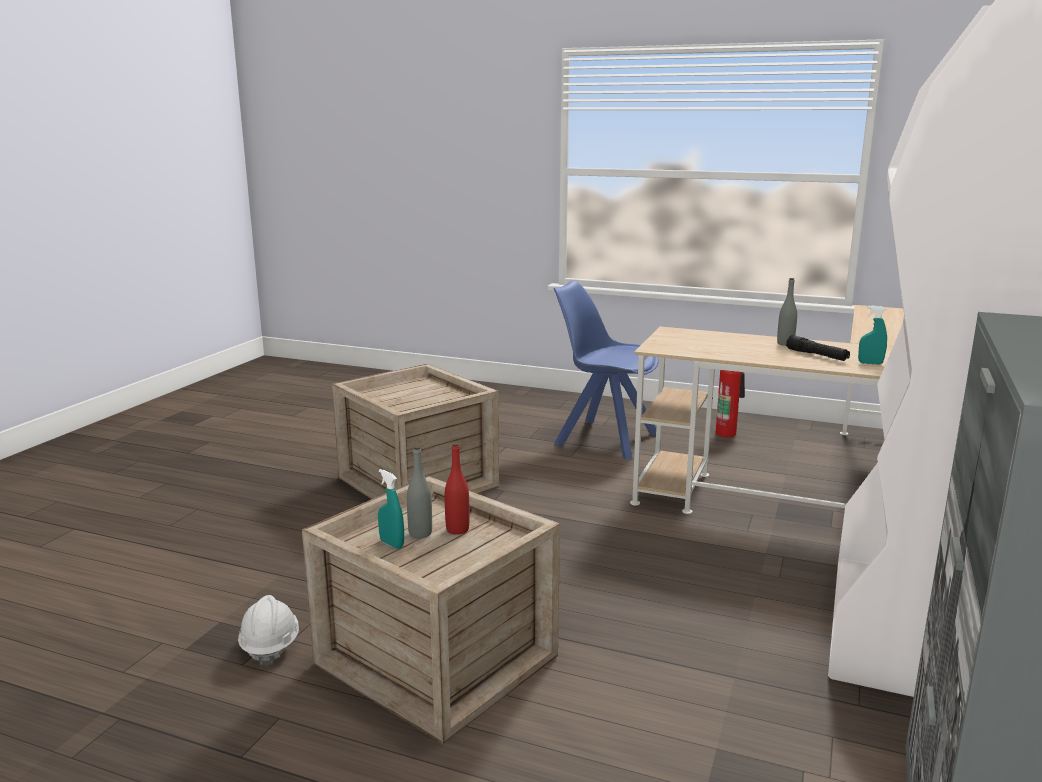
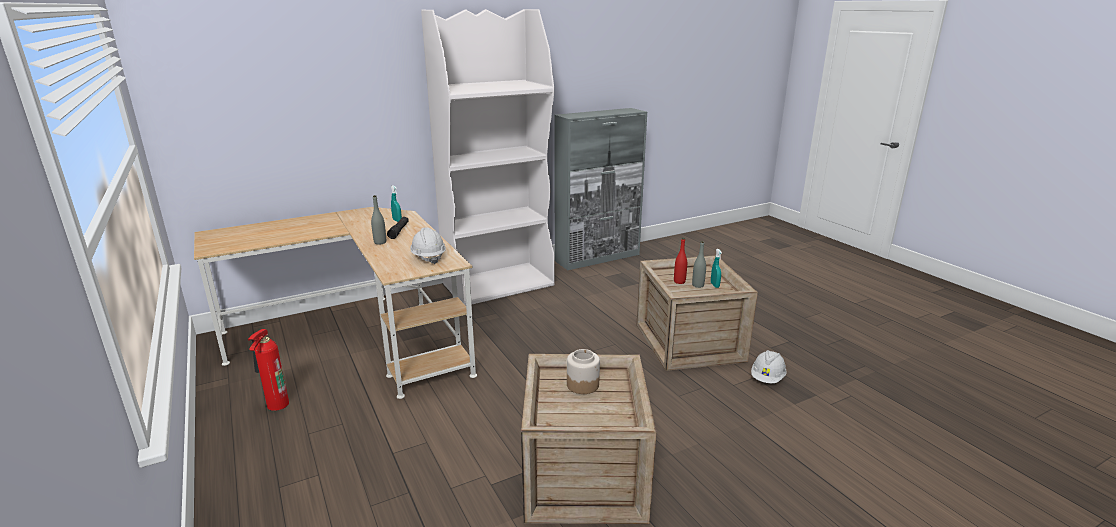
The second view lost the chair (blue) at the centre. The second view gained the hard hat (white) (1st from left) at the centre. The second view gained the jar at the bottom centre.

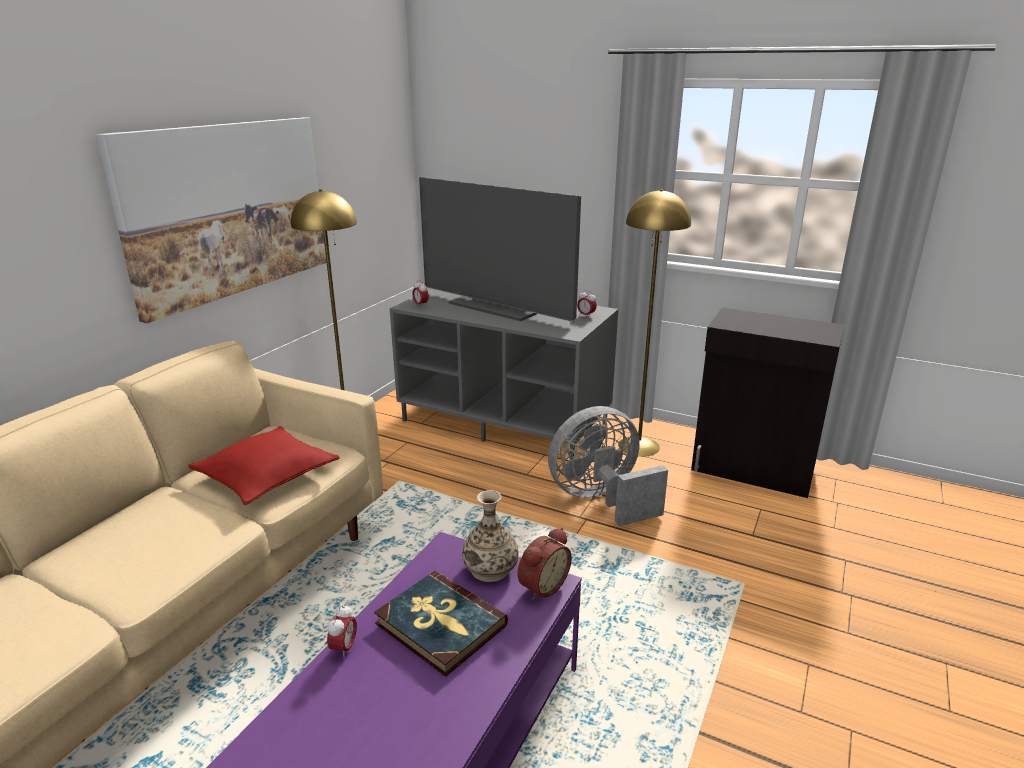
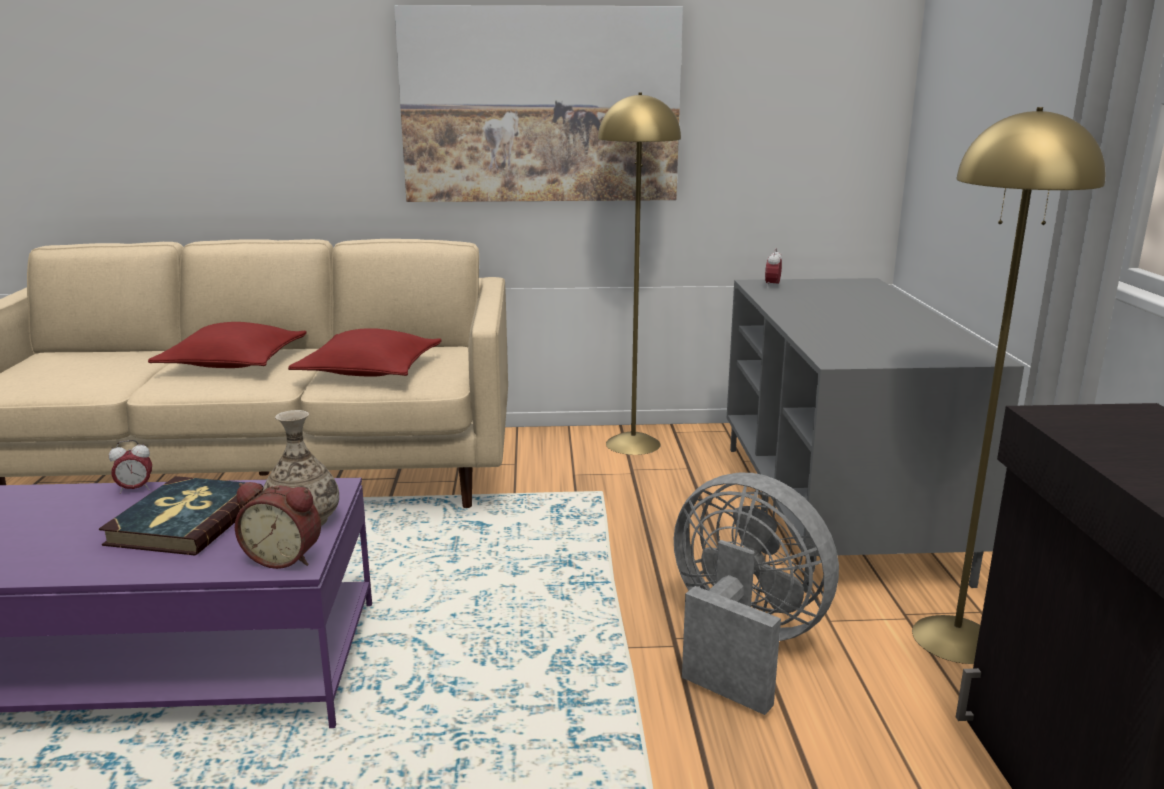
The second view lost the television at the top centre. The second view lost the alarm clock (4th from left) at the centre. The second view gained the pillow (red) (1st from left) at the middle left.

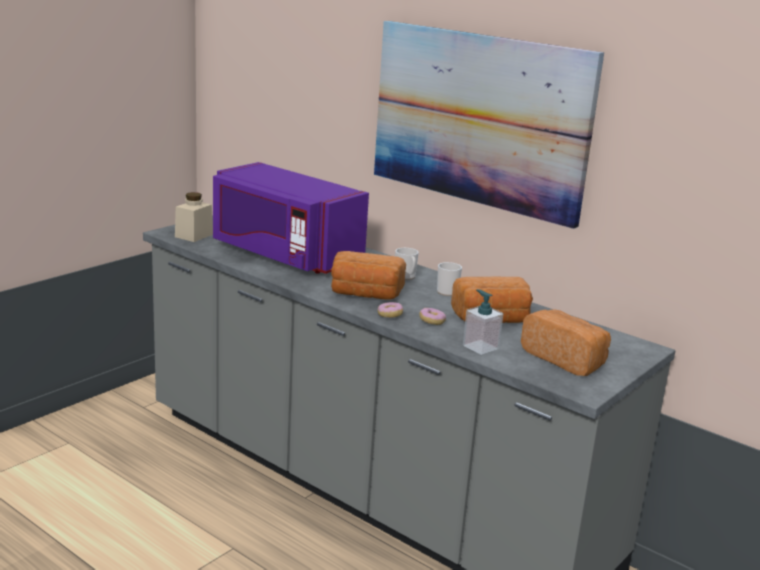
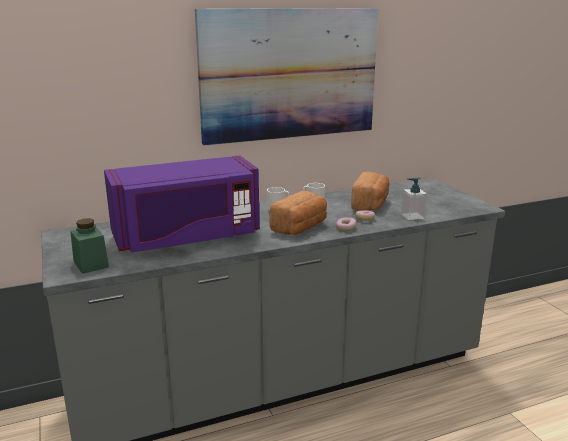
What was the jar (beige) at the middle left turned into the jar (green) at the middle left. The second view lost the bread (3rd from left) at the middle right.

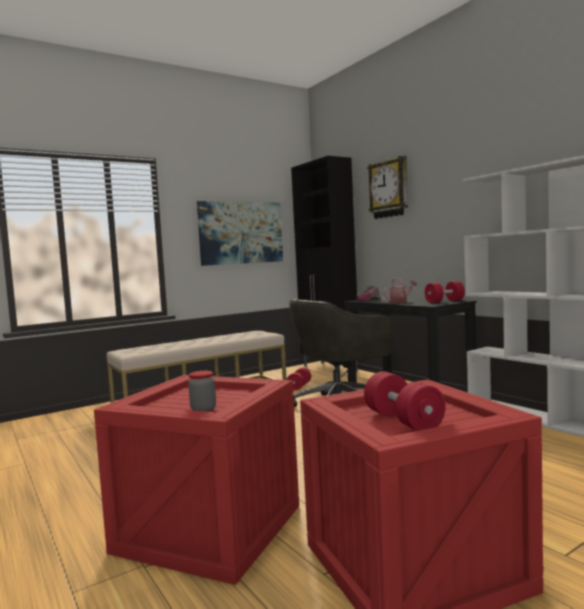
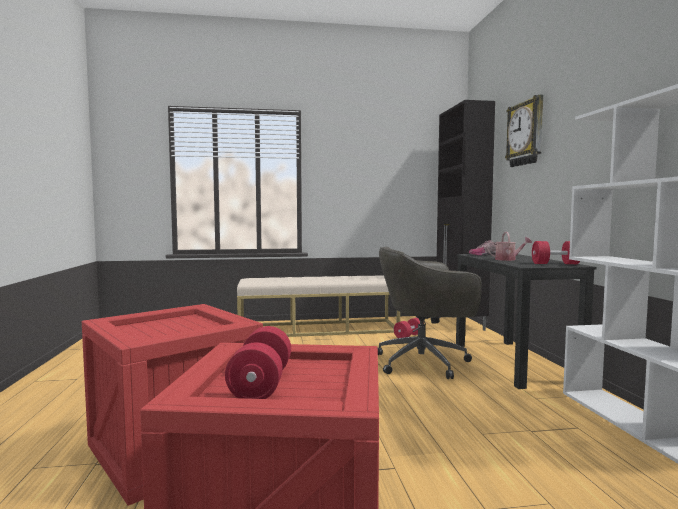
The second view lost the jar at the centre. The second view lost the picture at the centre.

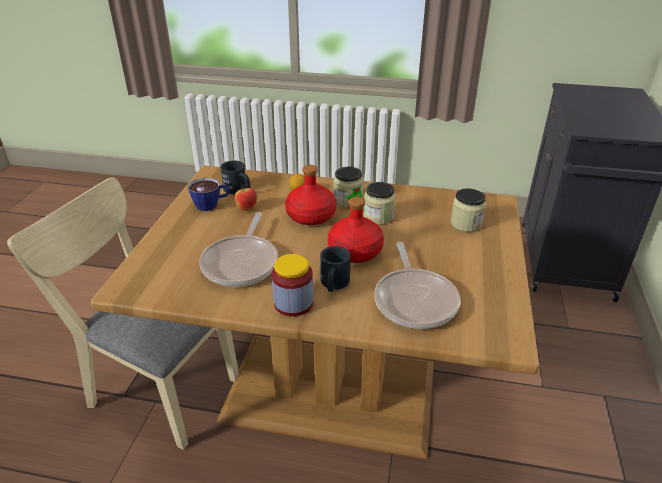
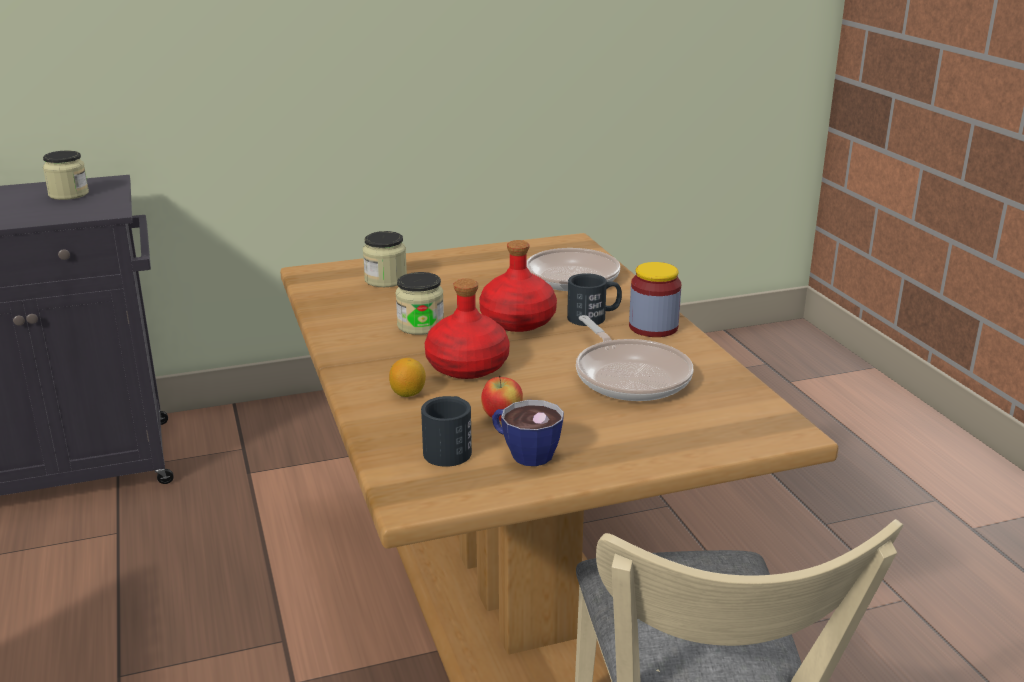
The frying pan (1st from left in the first image) at the centre ended up facing another way, 90 degrees clockwise from before. The jar (2nd from left in the first image) ended up elsewhere, having gone from the centre to the top left.

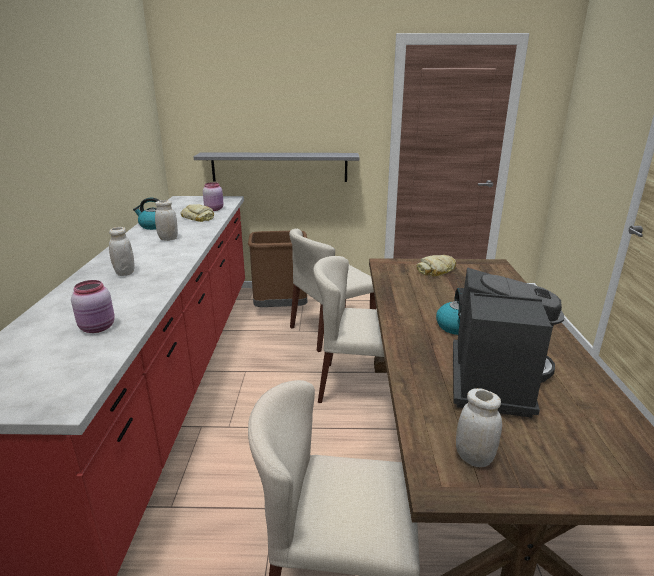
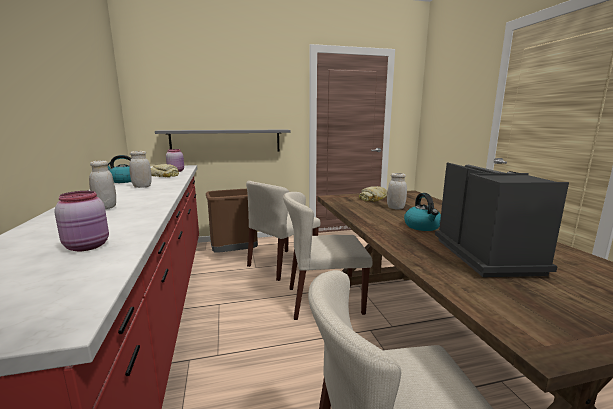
The jar (white) (3rd from left) ended up elsewhere, having gone from the bottom right to the centre.

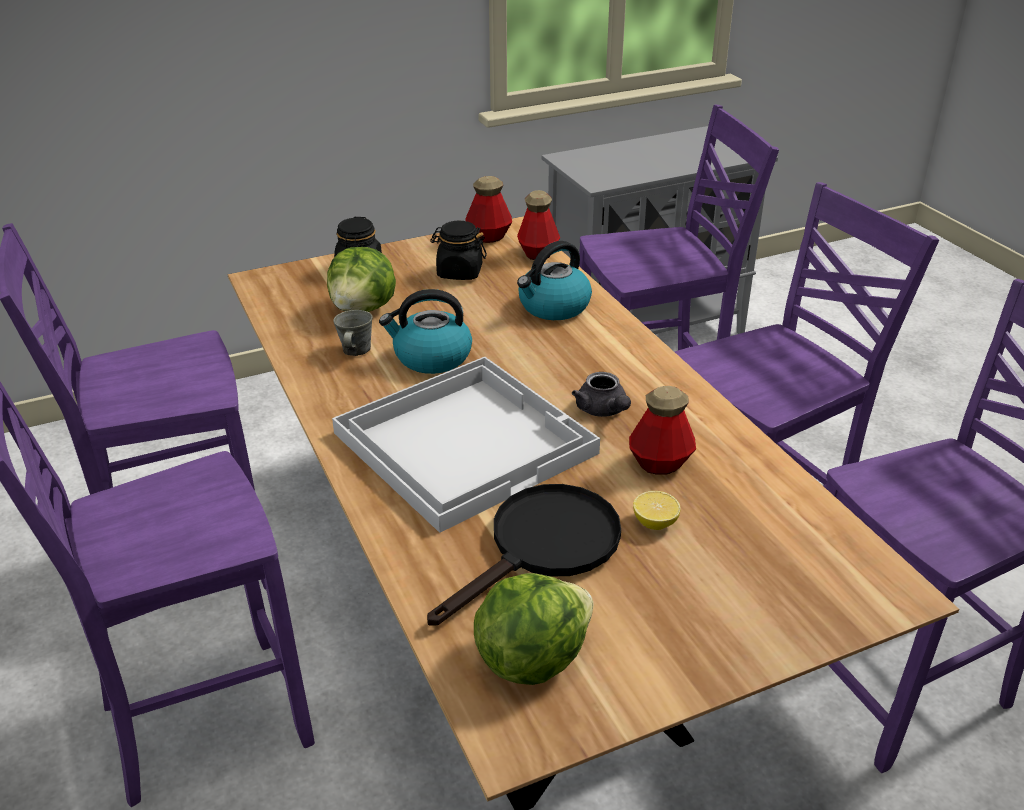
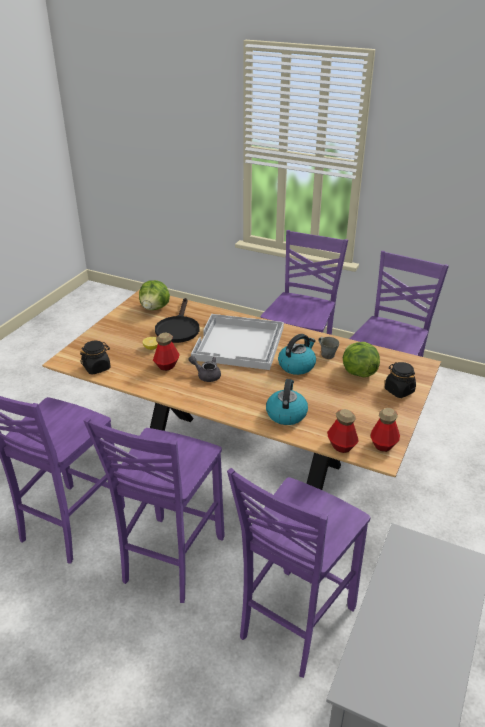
The jar (black) (2nd from left in the first image) ended up elsewhere, having gone from the top centre to the middle left.

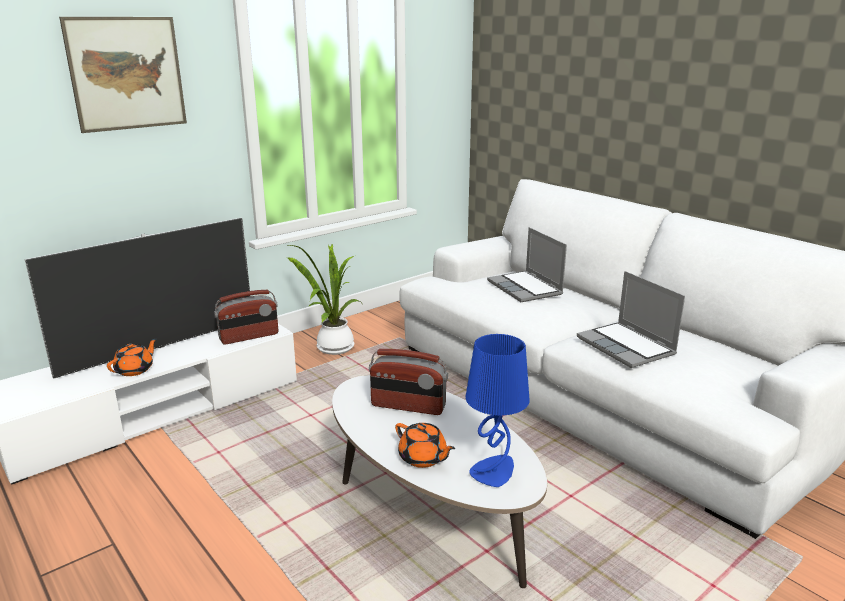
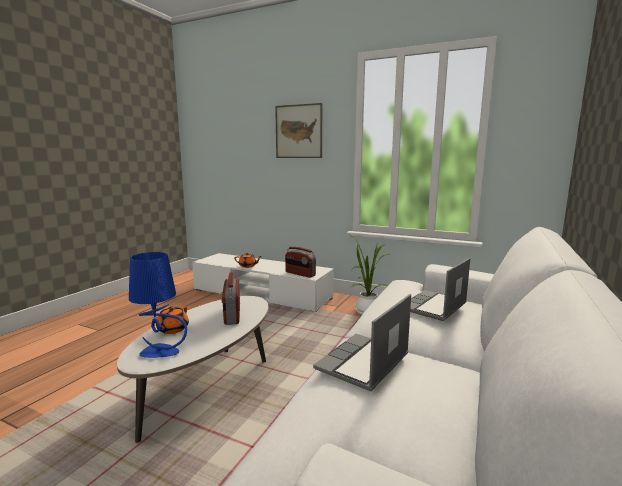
The second view lost the television at the middle left.

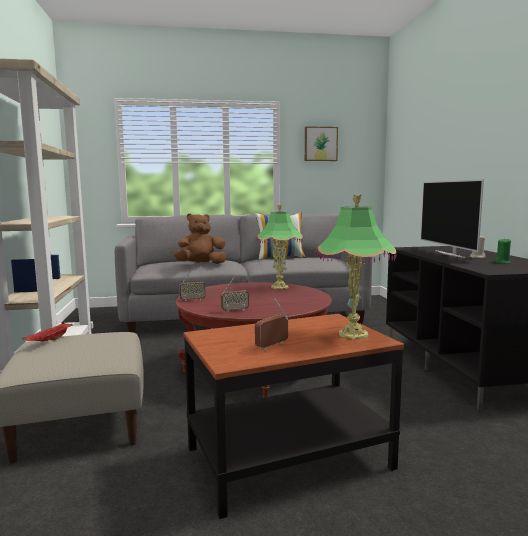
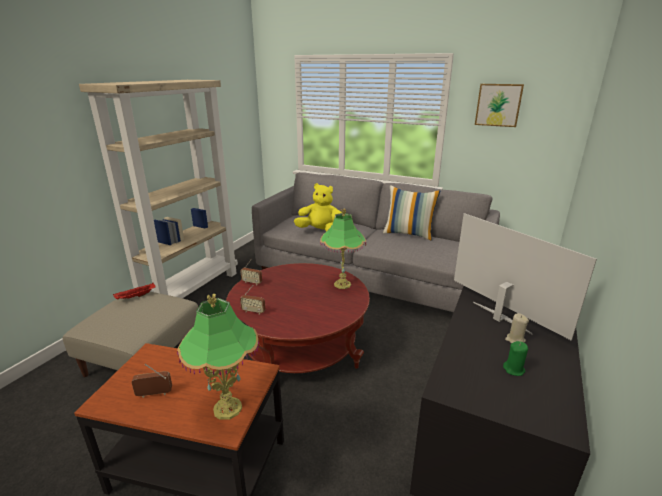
What was the plush toy (brown) at the centre turned into the plush toy (yellow) at the centre. The television at the middle right ended up facing another way, 120 degrees clockwise from before.

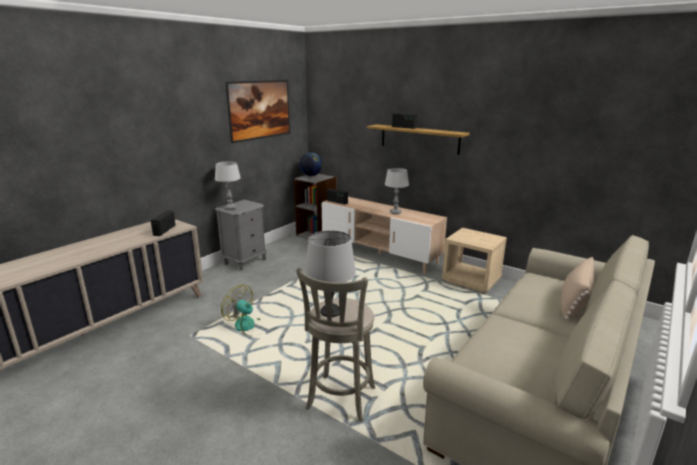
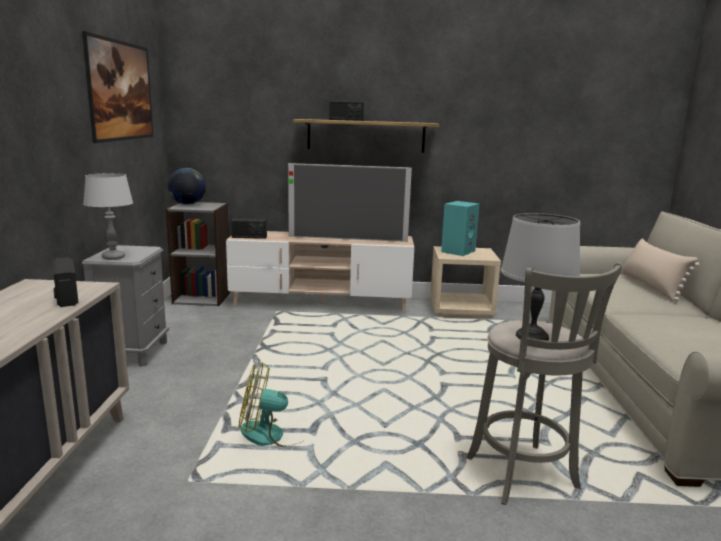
Where the table lamp (grey) (3rd from left) stood at the centre, the television came to stand at the centre. The second view gained the speaker (turquoise) at the centre.

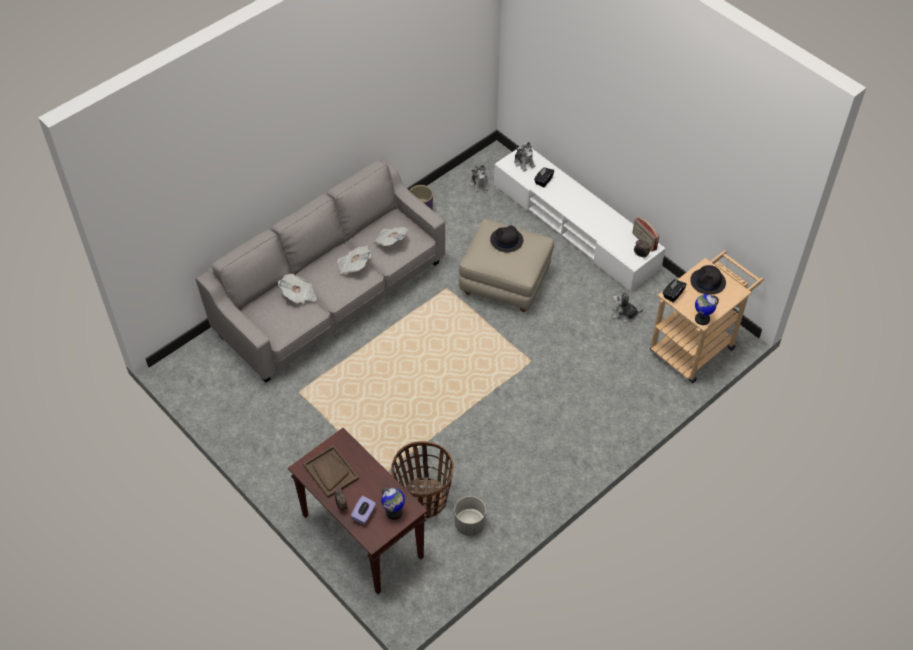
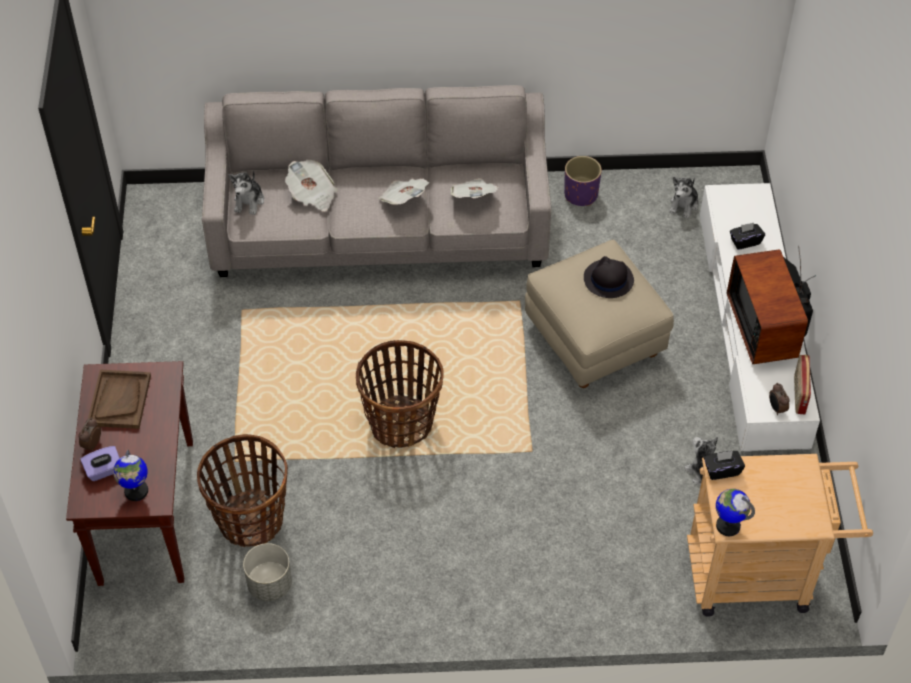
The plush toy (2nd from left in the first image) ended up elsewhere, having gone from the top centre to the top left. The second view lost the hat (black) (2nd from left) at the middle right. The second view gained the basket (2nd from left) at the centre. The second view gained the television at the middle right.

